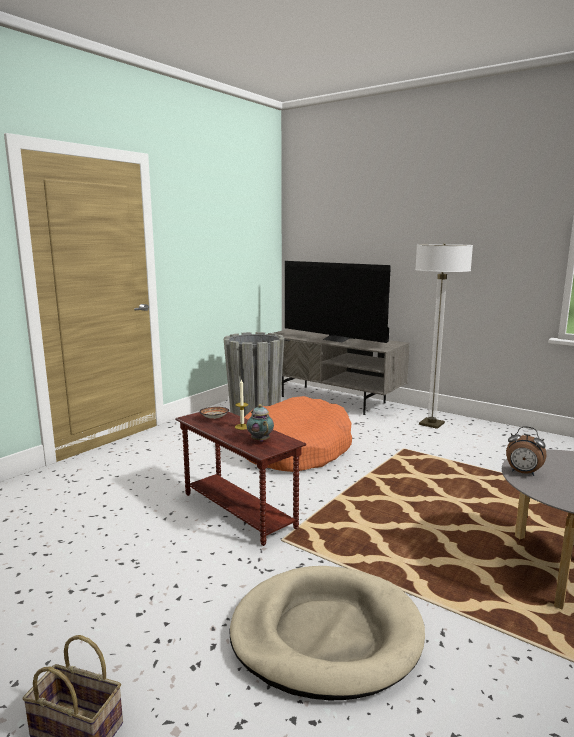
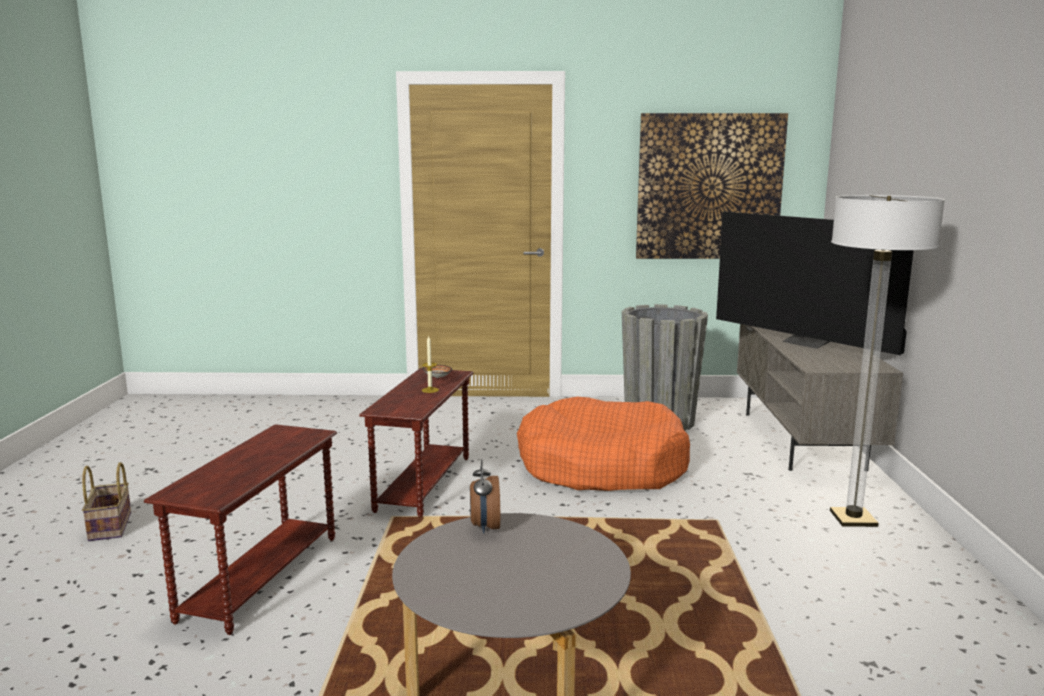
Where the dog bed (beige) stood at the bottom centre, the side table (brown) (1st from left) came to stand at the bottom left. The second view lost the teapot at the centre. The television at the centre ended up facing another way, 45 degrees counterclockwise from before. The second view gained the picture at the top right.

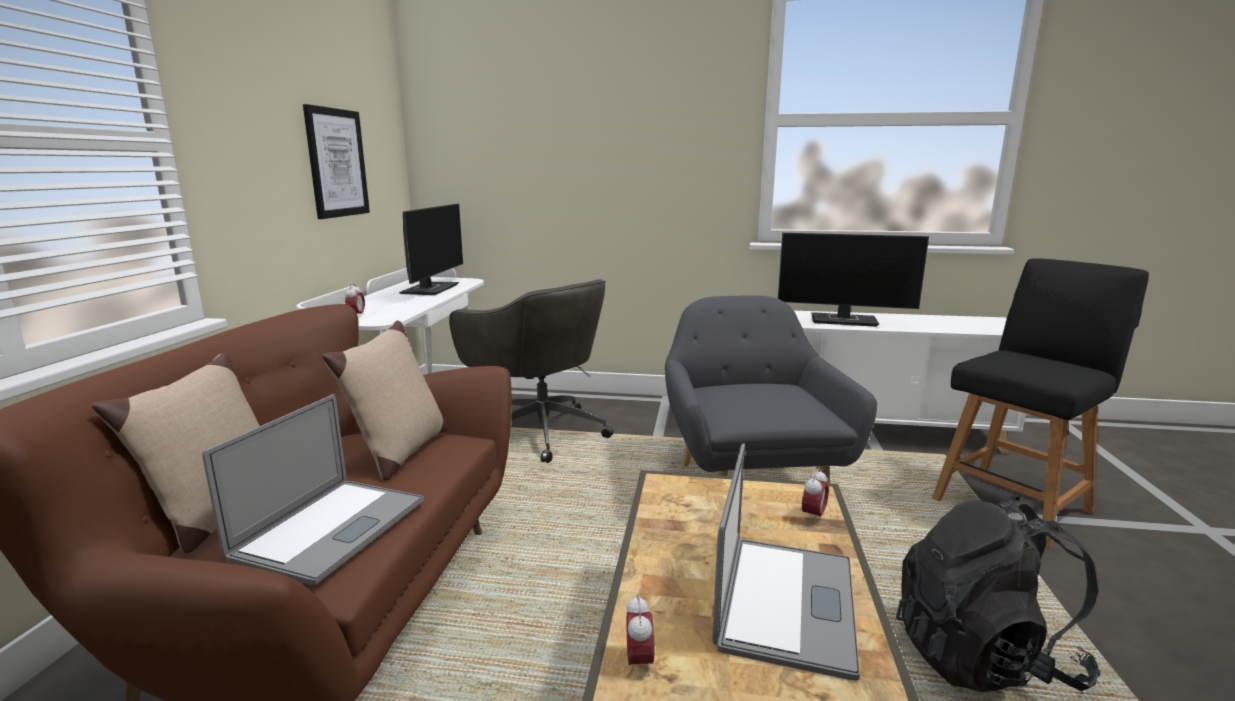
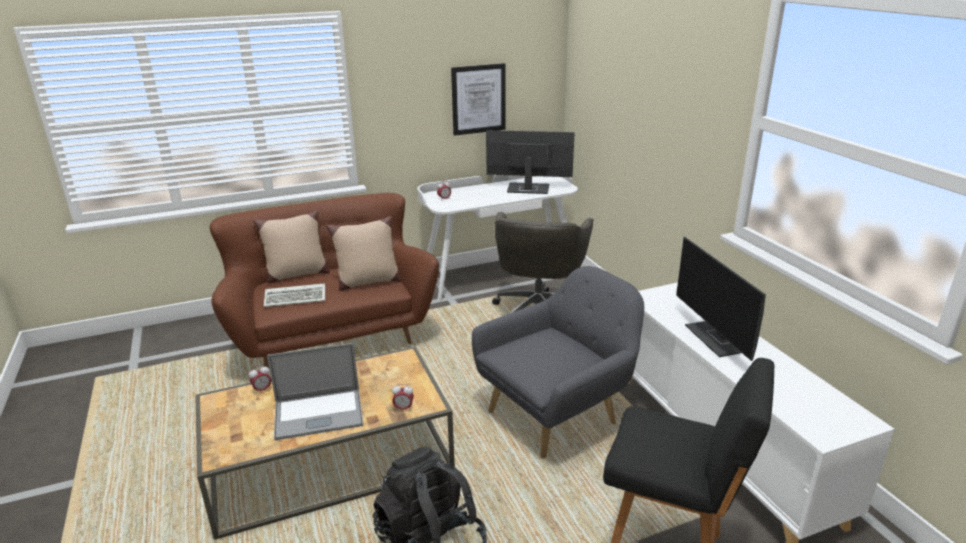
Where the laptop (1st from left) stood at the bottom left, the keyboard came to stand at the middle left. The monitor (1st from left) at the centre ended up facing another way, 150 degrees counterclockwise from before.

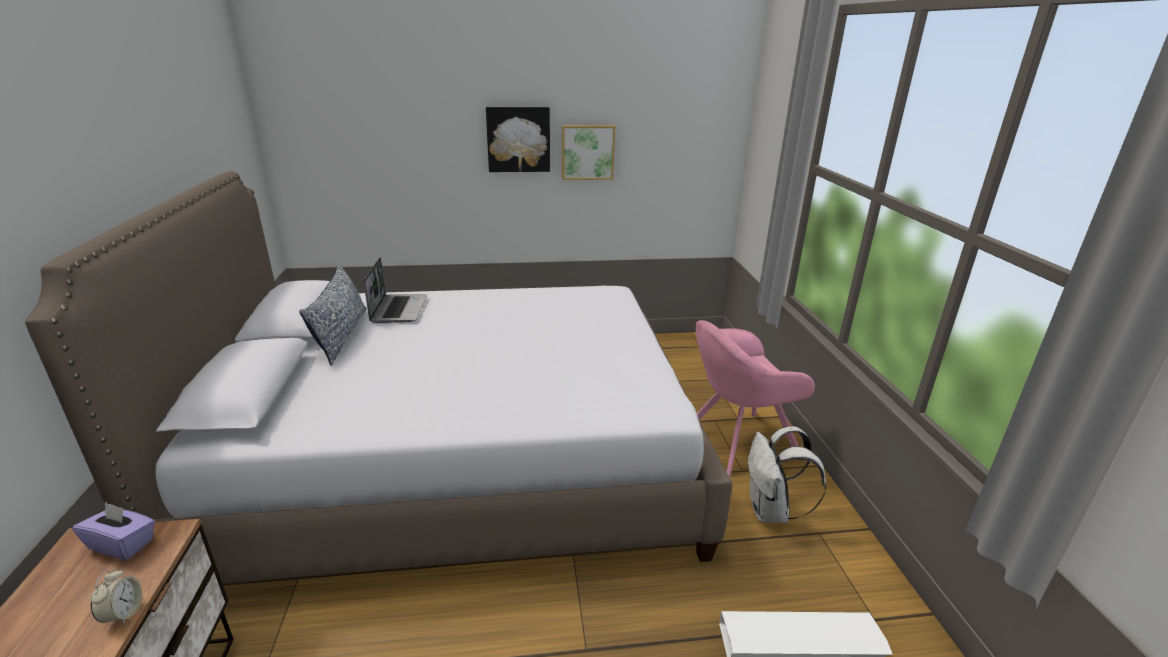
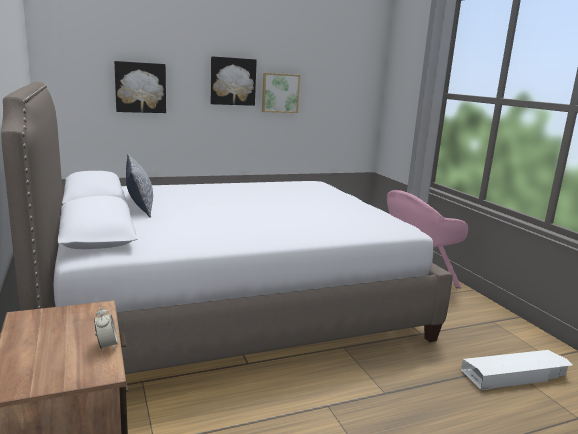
The second view lost the tissue box (purple) at the bottom left. The second view lost the laptop at the centre. The second view lost the backpack (white) at the bottom right. The second view gained the picture (1st from left) at the top left.

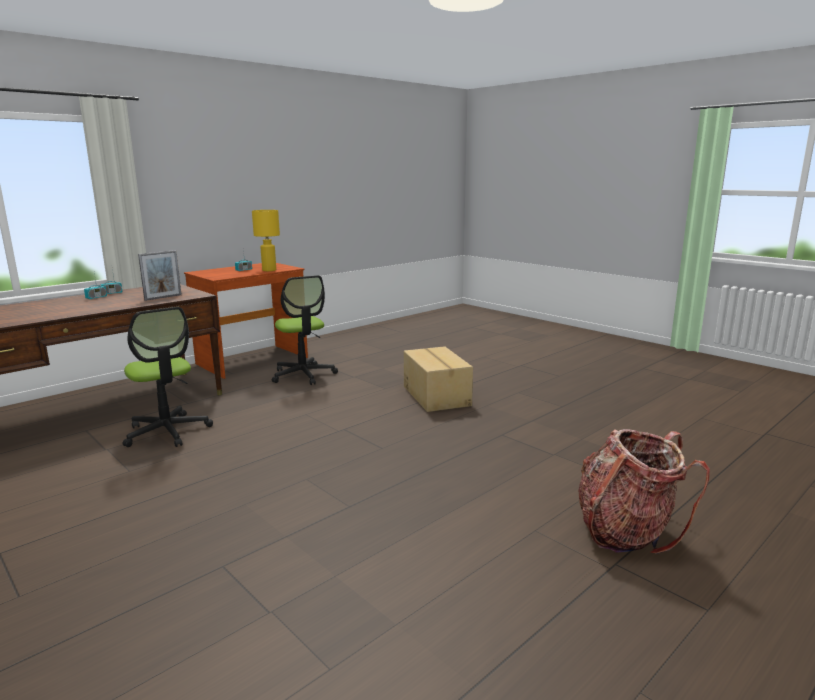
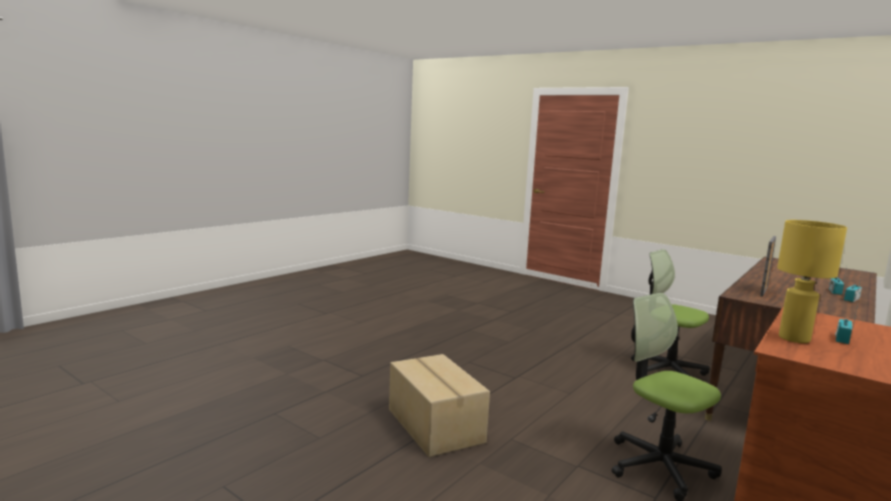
The second view lost the backpack at the bottom right.

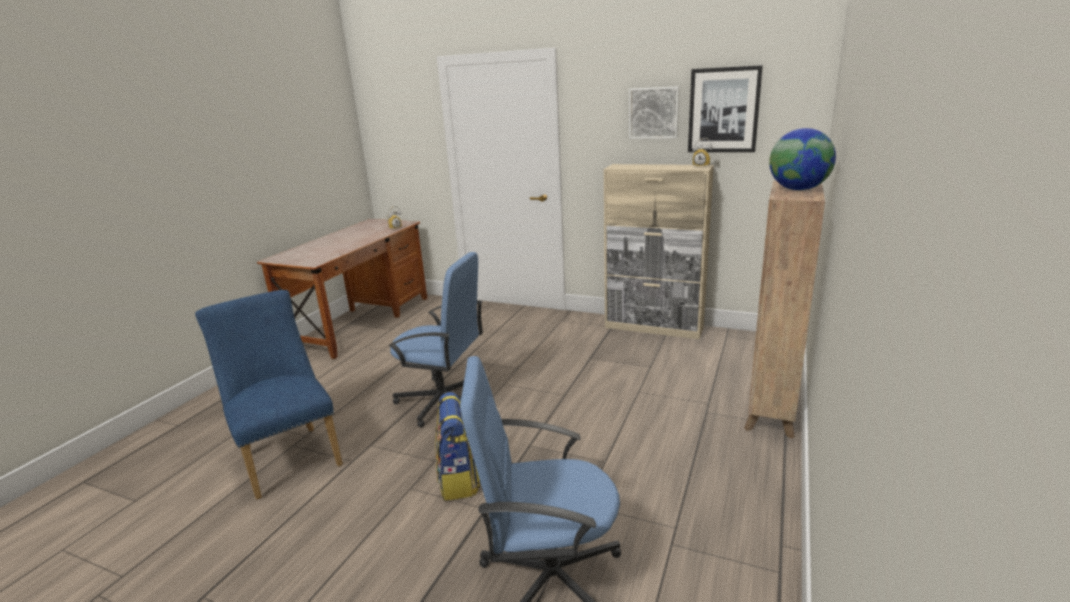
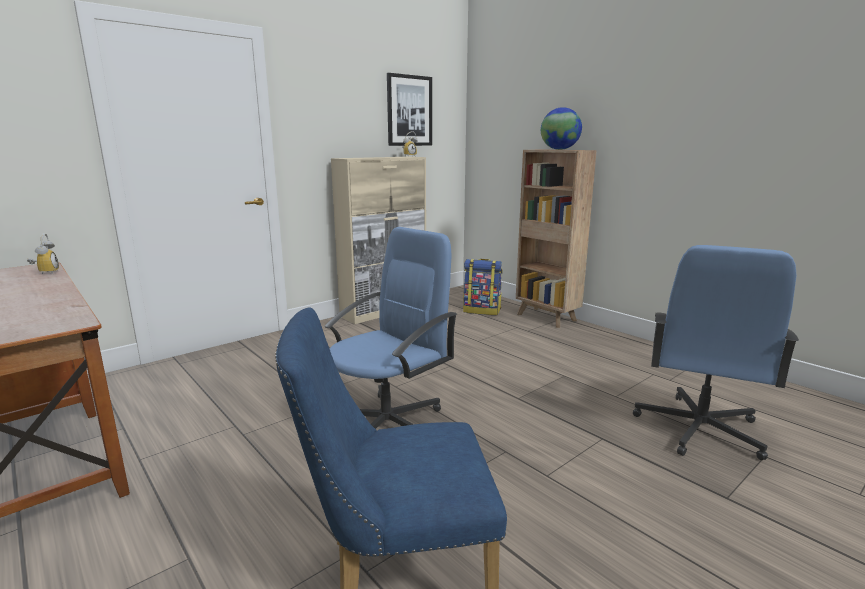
The backpack ended up elsewhere, having gone from the bottom centre to the centre. The second view lost the picture (1st from left) at the top centre.

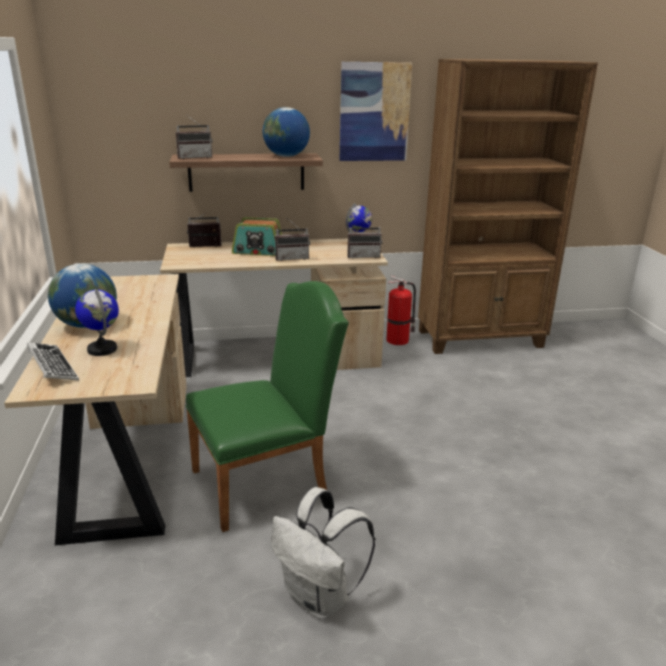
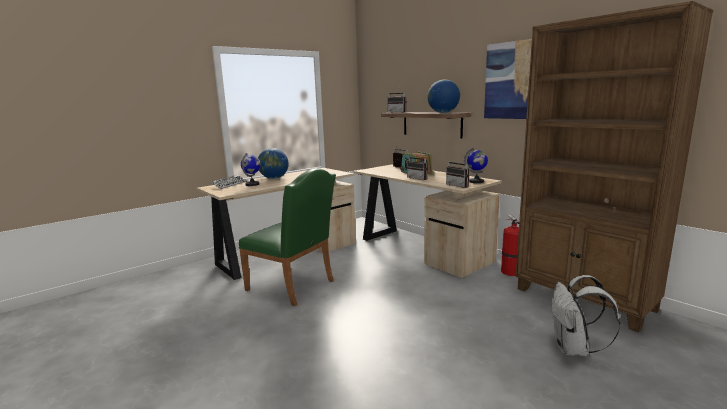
The backpack (white) ended up elsewhere, having gone from the bottom centre to the bottom right.

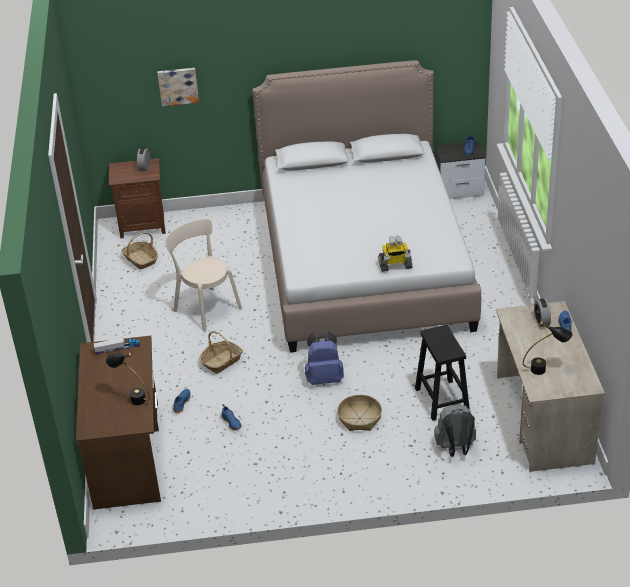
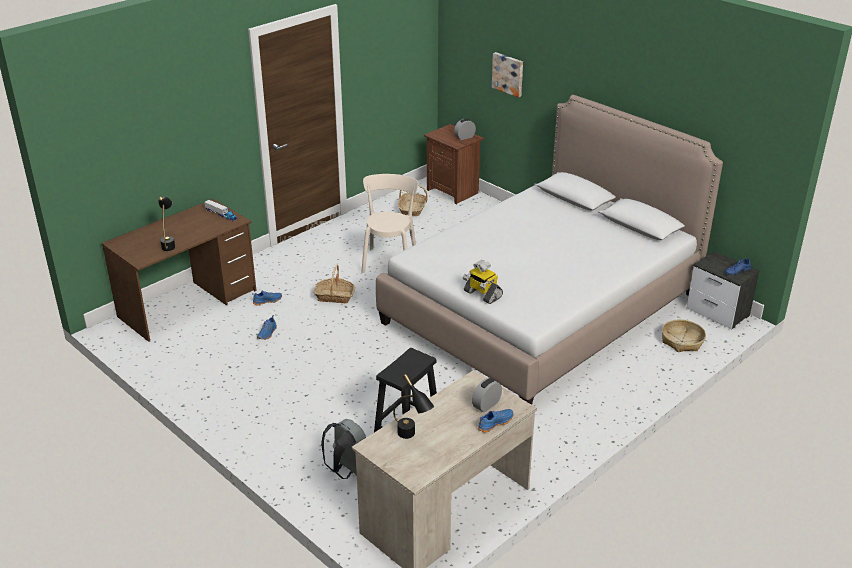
The second view lost the backpack (blue) at the centre. The basket (3rd from left) ended up elsewhere, having gone from the bottom centre to the middle right.

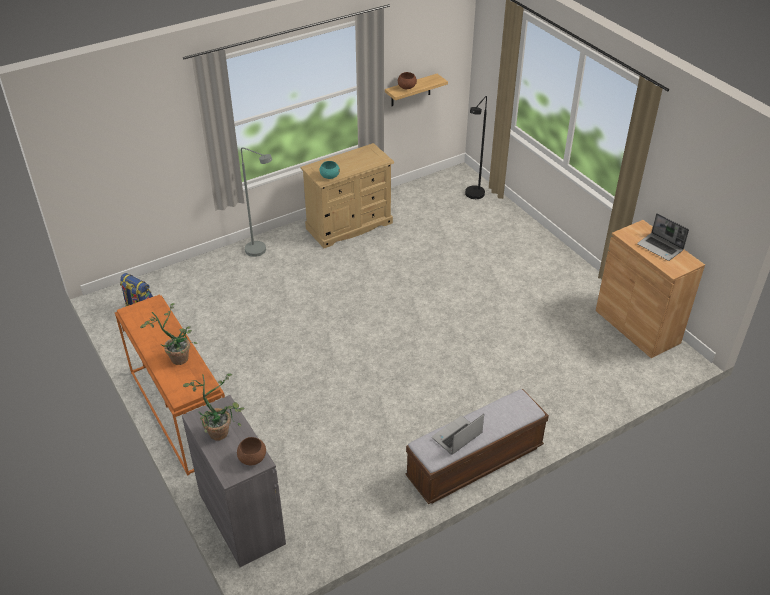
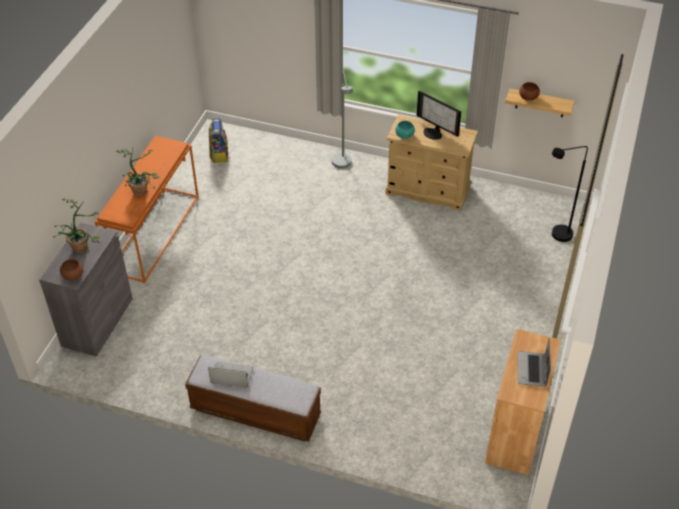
The second view gained the monitor at the top centre.

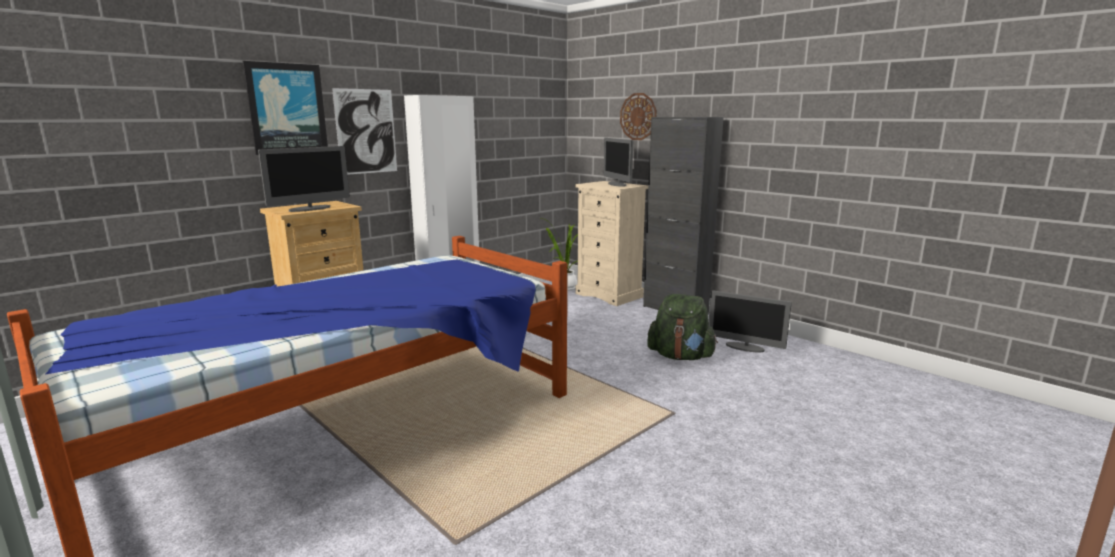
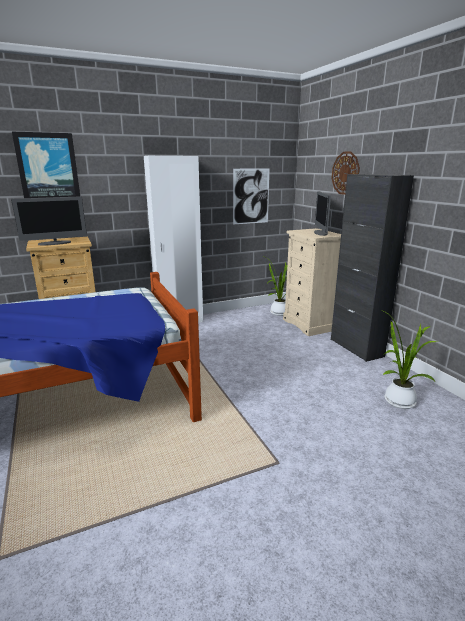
The picture (2nd from left) ended up elsewhere, having gone from the top left to the top centre. The second view lost the backpack (green) at the centre. Where the monitor (3rd from left) stood at the middle right, the potted plant (2nd from left) came to stand at the middle right.

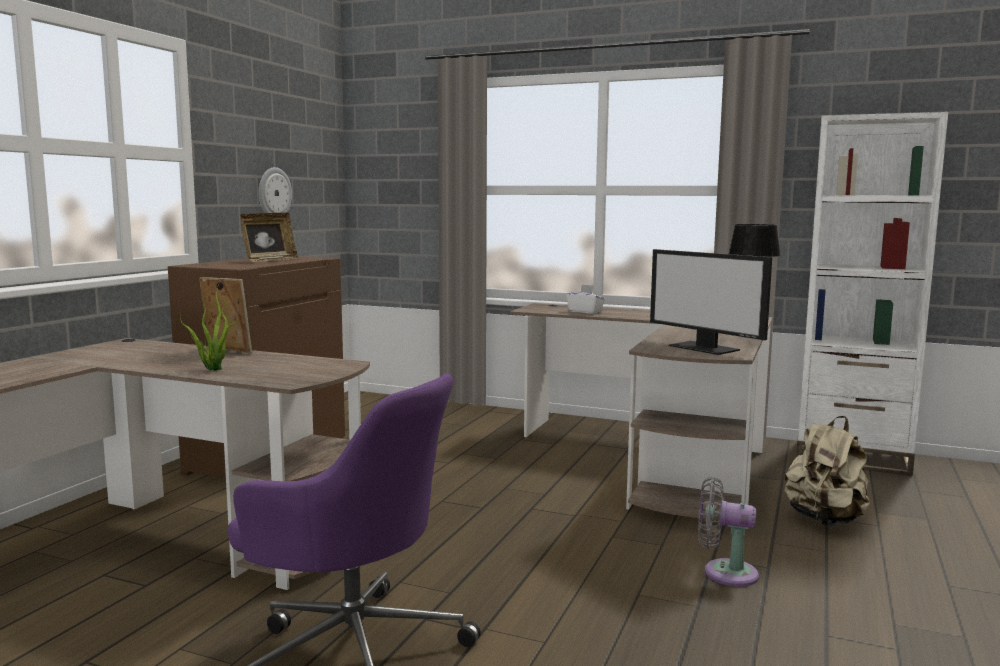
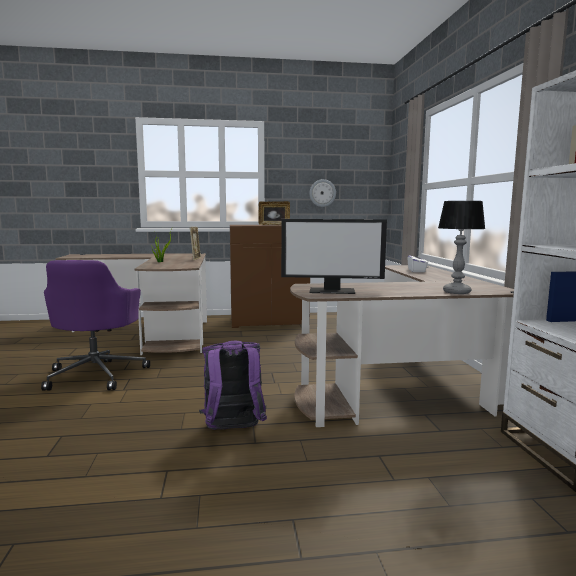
The monitor at the middle right ended up facing another way, 105 degrees counterclockwise from before. Where the fan (grey) stood at the bottom right, the backpack (purple) came to stand at the bottom centre. The second view lost the backpack (beige) at the bottom right.

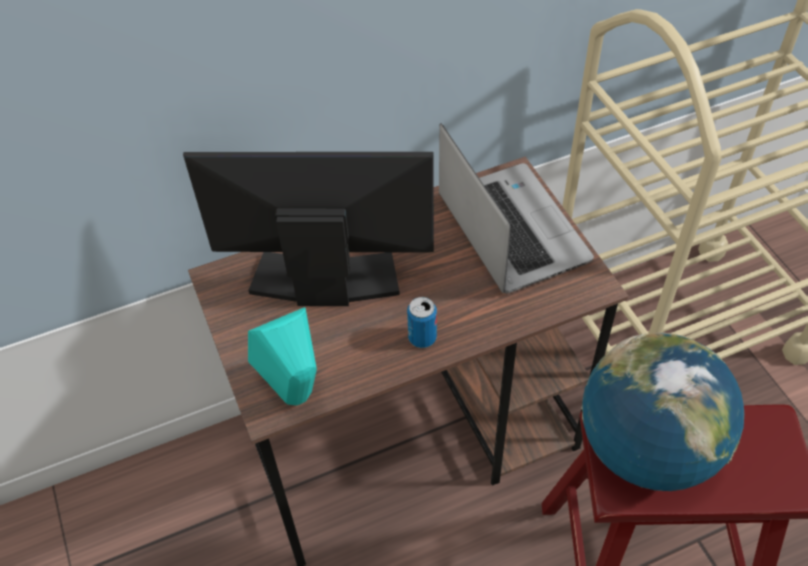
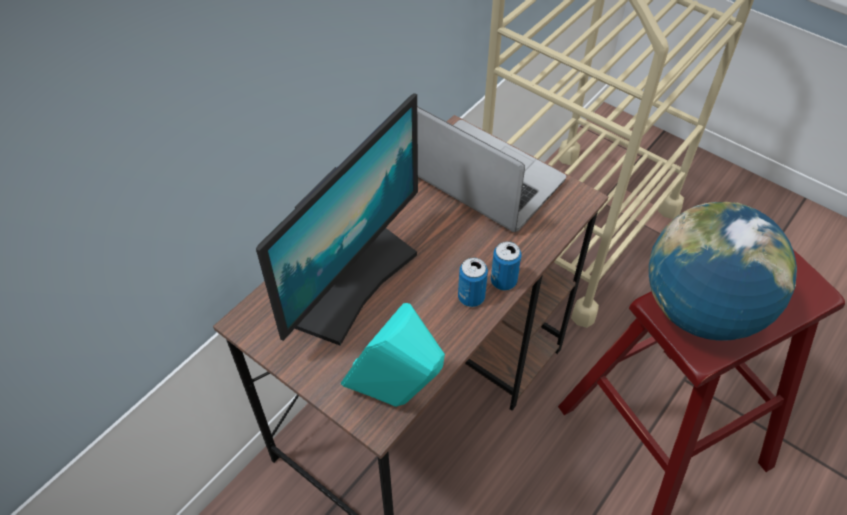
The monitor at the centre ended up facing another way, 150 degrees clockwise from before. The second view gained the can (2nd from left) at the centre.

